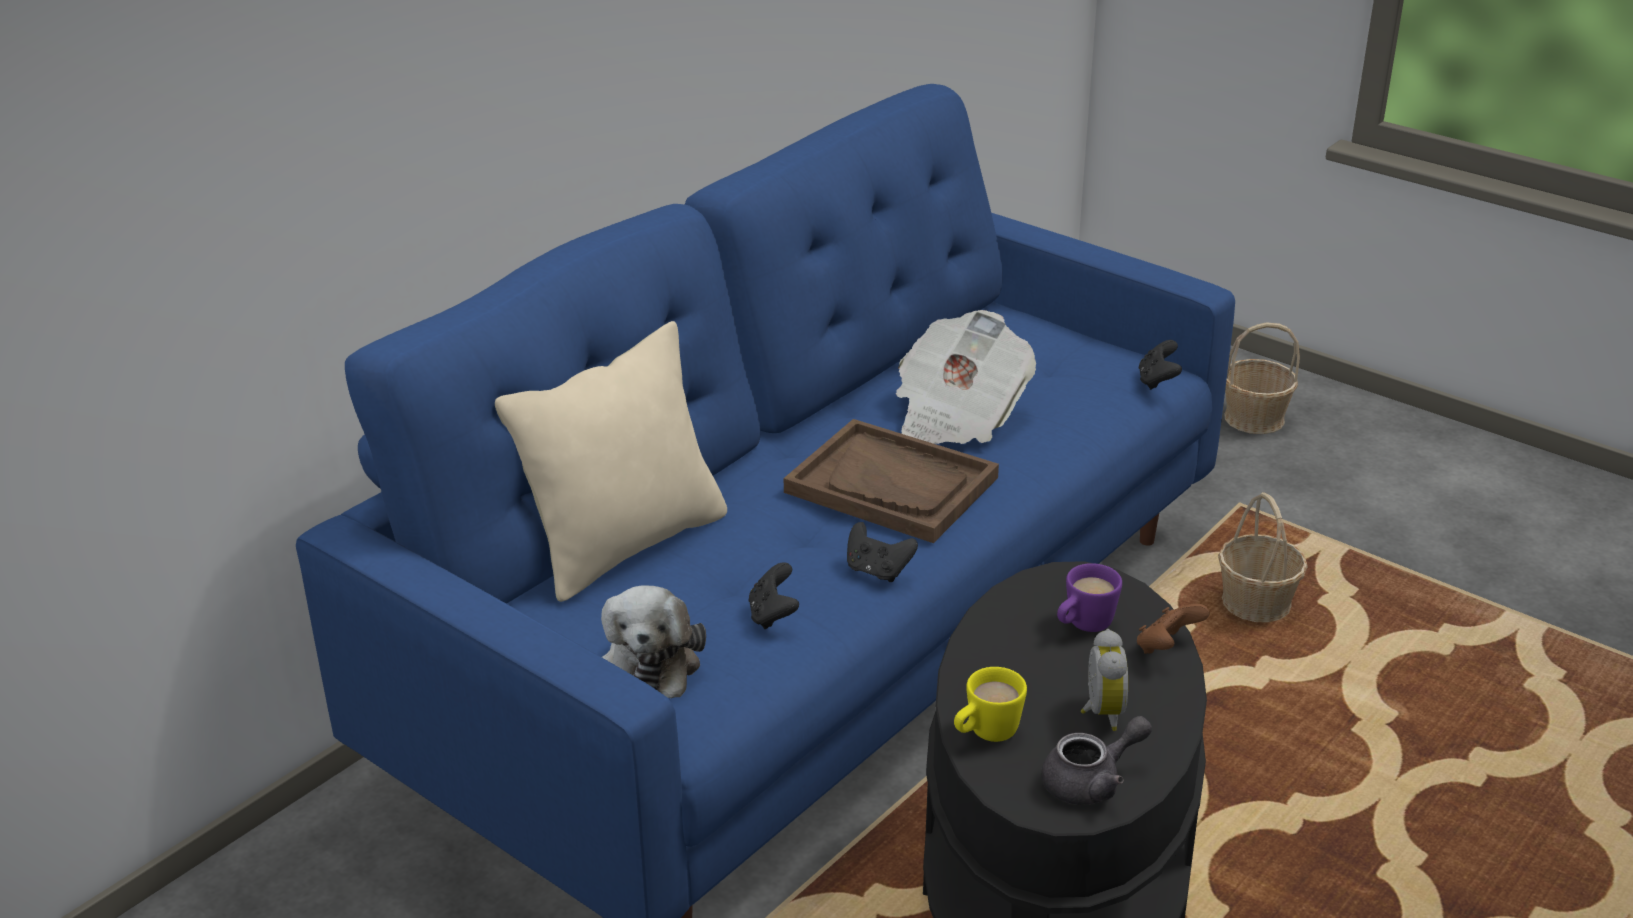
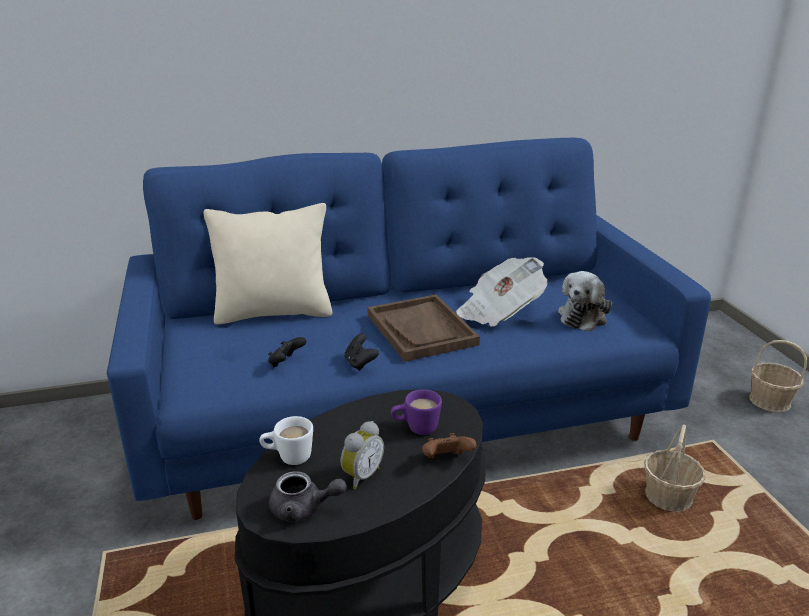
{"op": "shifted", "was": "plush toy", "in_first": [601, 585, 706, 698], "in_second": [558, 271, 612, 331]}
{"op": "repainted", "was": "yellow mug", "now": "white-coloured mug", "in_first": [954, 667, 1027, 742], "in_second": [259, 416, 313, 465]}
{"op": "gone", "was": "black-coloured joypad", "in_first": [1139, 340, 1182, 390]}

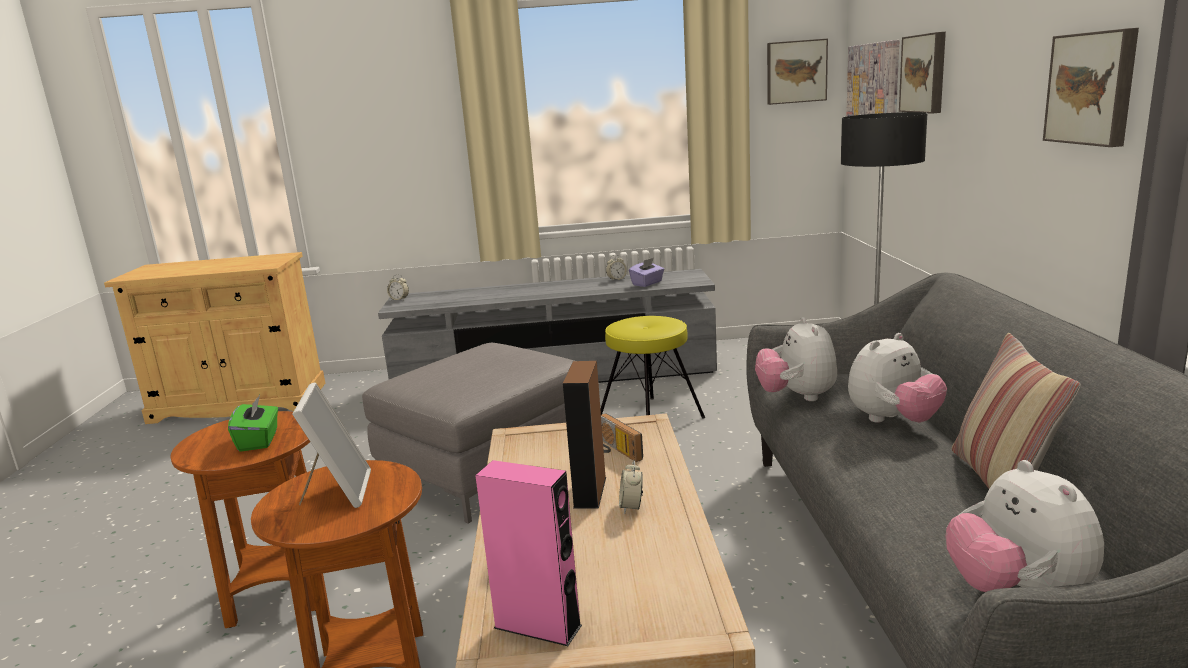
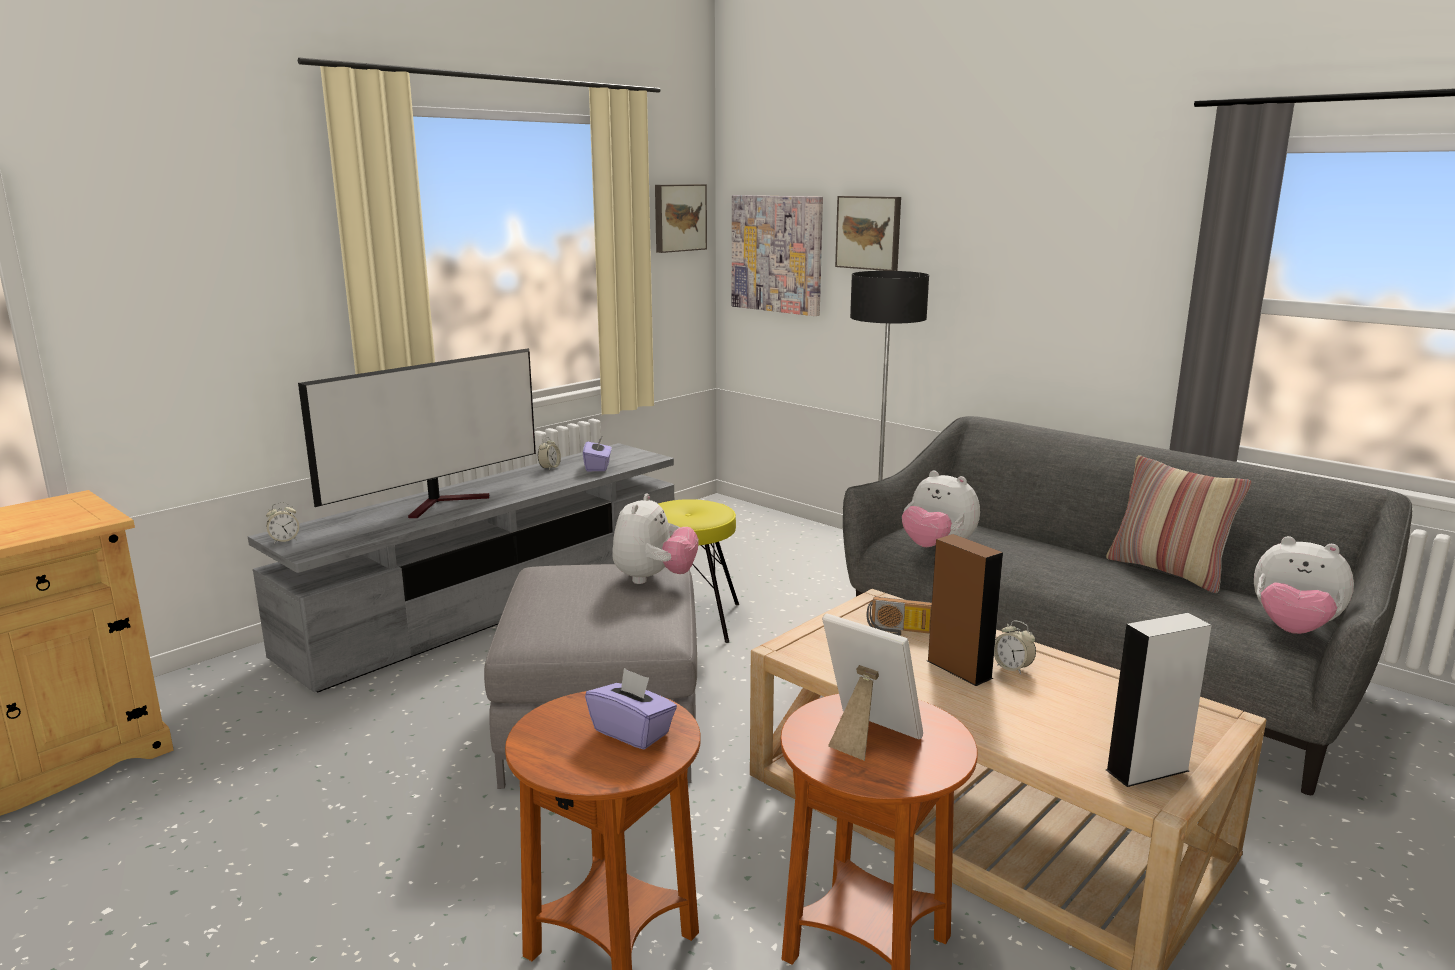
{"op": "repainted", "was": "green tissue holder", "now": "purple-coloured tissue holder", "in_first": [228, 395, 278, 452], "in_second": [585, 668, 677, 750]}
{"op": "repainted", "was": "pink loudspeaker", "now": "gray loudspeaker", "in_first": [475, 460, 582, 646], "in_second": [1106, 613, 1212, 787]}
{"op": "shifted", "was": "plush toy", "in_first": [848, 333, 947, 423], "in_second": [612, 493, 699, 584]}
{"op": "gone", "was": "picture", "in_first": [1043, 28, 1139, 147]}
{"op": "new", "now": "TV", "in_second": [298, 348, 536, 518]}

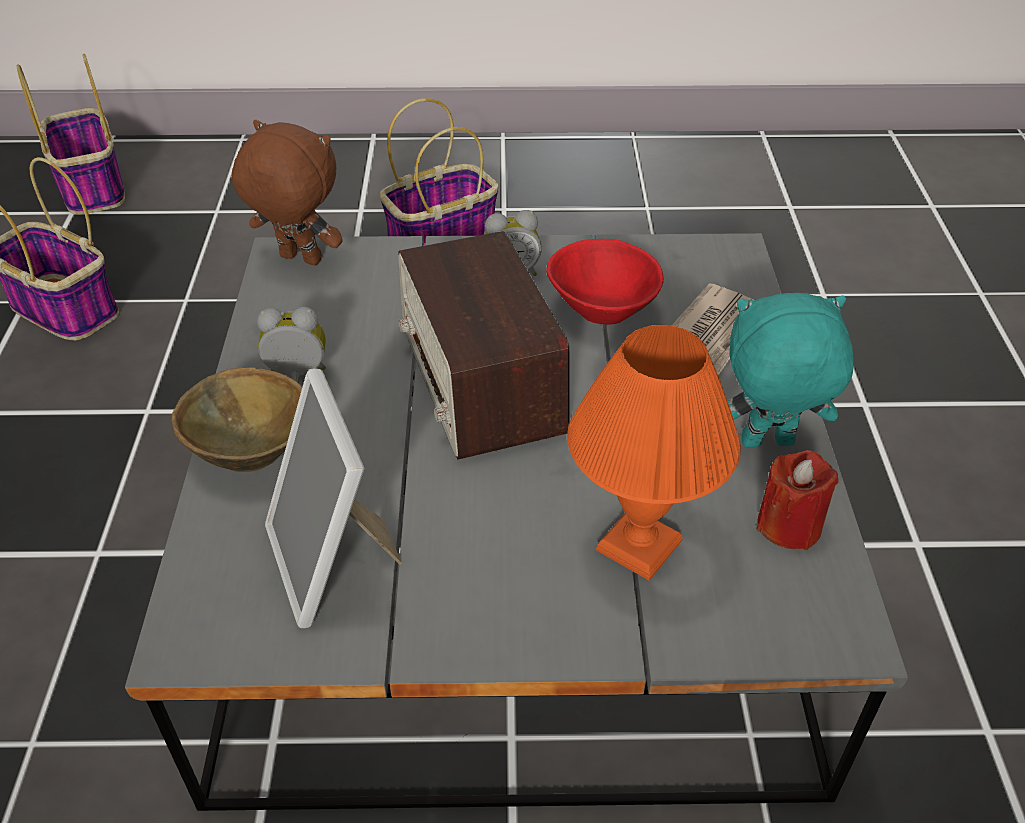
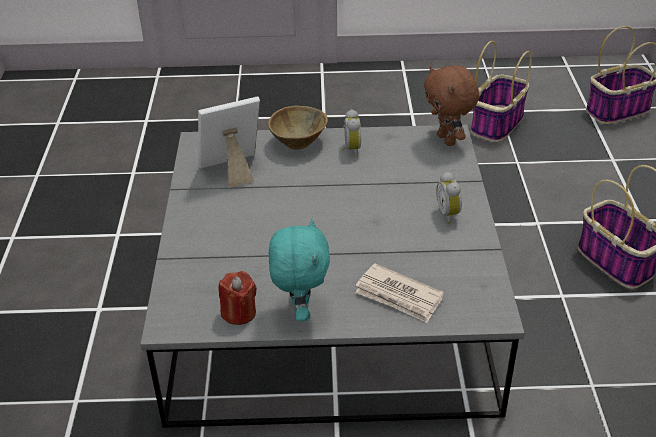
{"op": "rotated", "was": "brown-coloured plush toy", "in_first": [232, 120, 343, 265], "in_second": [424, 65, 479, 146], "clockwise": 135}
{"op": "gone", "was": "radio", "in_first": [398, 231, 570, 460]}
{"op": "gone", "was": "red-coloured bowl", "in_first": [546, 239, 664, 324]}
{"op": "gone", "was": "orangey table lamp", "in_first": [567, 325, 741, 581]}

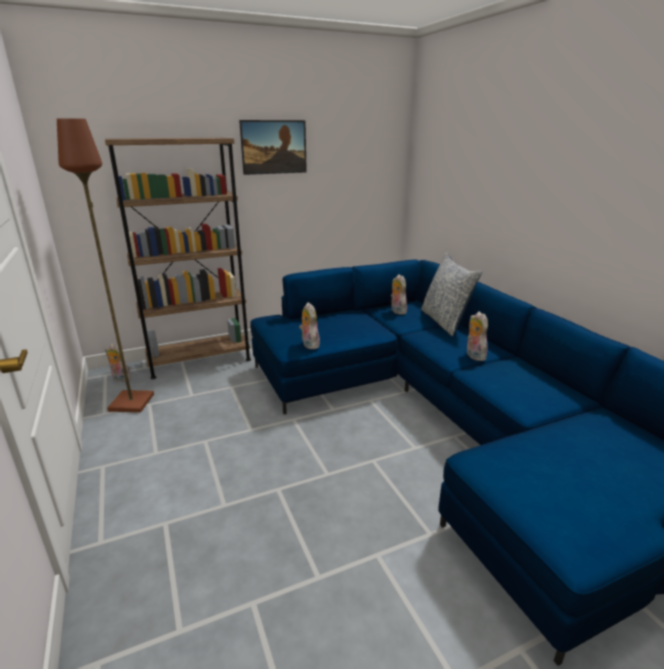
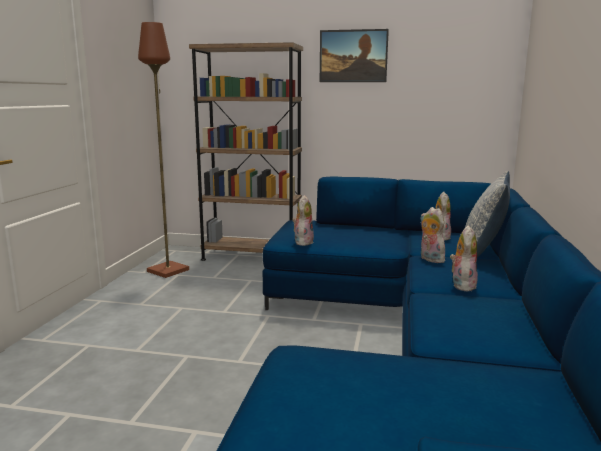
{"op": "shifted", "was": "plush toy", "in_first": [105, 343, 131, 382], "in_second": [421, 207, 445, 263]}

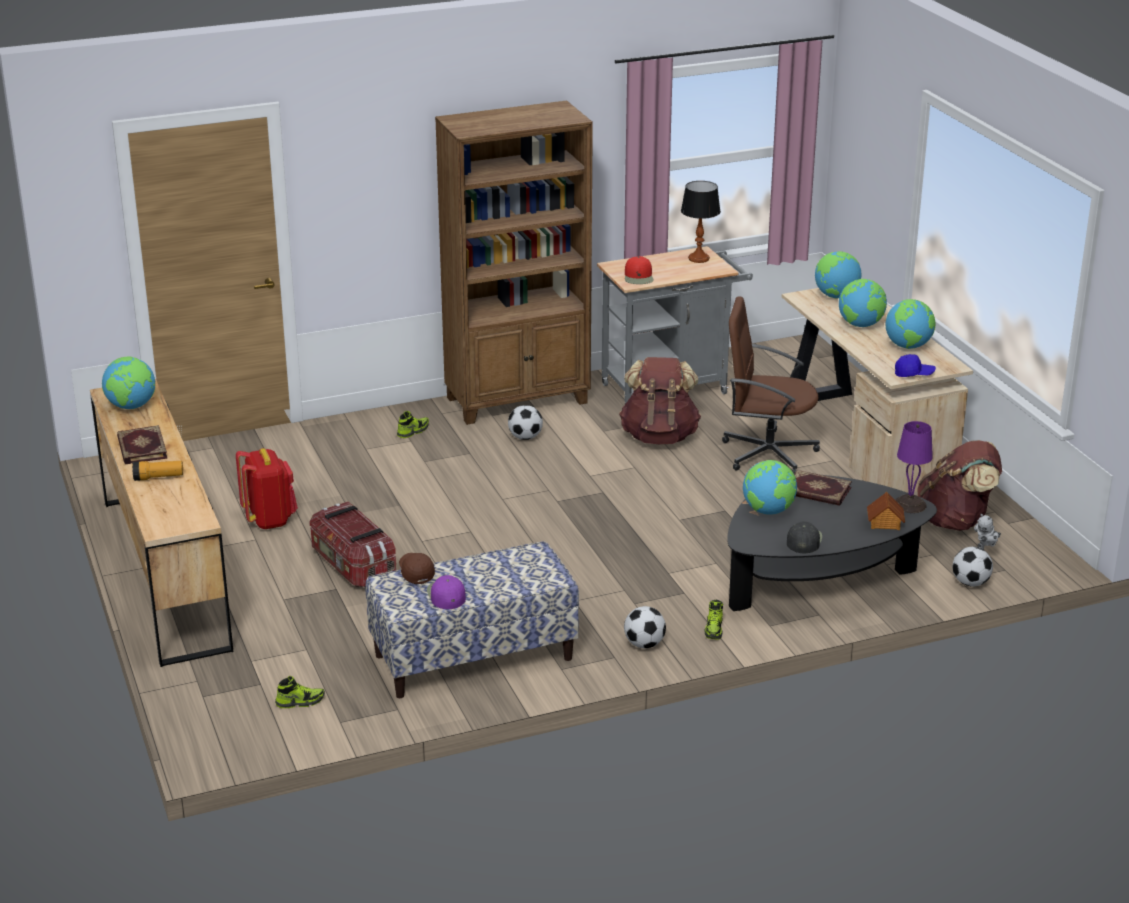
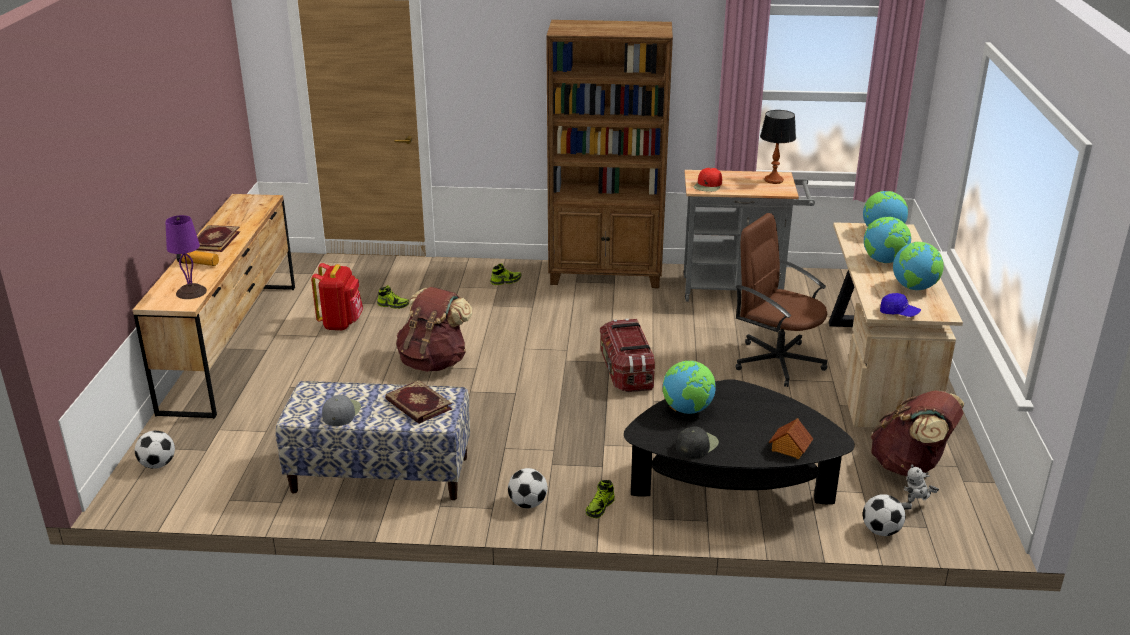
{"op": "gone", "was": "globe", "in_first": [102, 357, 155, 409]}
{"op": "shifted", "was": "shoe", "in_first": [275, 676, 325, 708], "in_second": [377, 285, 409, 309]}
{"op": "shifted", "was": "storage bin", "in_first": [309, 501, 396, 588], "in_second": [600, 319, 655, 392]}
{"op": "gone", "was": "brown-coloured peaked cap", "in_first": [399, 553, 435, 584]}
{"op": "repainted", "was": "purple-coloured peaked cap", "now": "gray peaked cap", "in_first": [427, 575, 466, 609], "in_second": [322, 395, 361, 426]}
{"op": "shifted", "was": "ball for football", "in_first": [508, 405, 543, 440], "in_second": [135, 431, 175, 469]}
{"op": "shifted", "was": "brown-coloured backpack", "in_first": [619, 357, 701, 444], "in_second": [396, 287, 472, 372]}
{"op": "shifted", "was": "volume", "in_first": [794, 470, 852, 506], "in_second": [385, 380, 452, 424]}
{"op": "shifted", "was": "purple-coloured table lamp", "in_first": [895, 421, 933, 513], "in_second": [165, 215, 207, 299]}

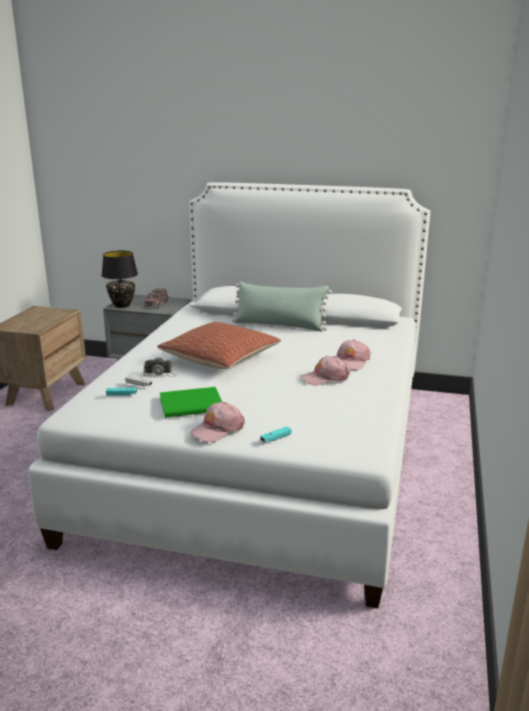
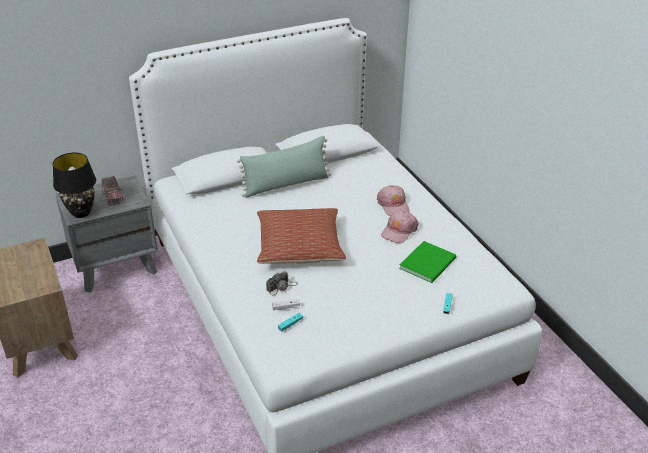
{"op": "shifted", "was": "green volume", "in_first": [160, 387, 222, 418], "in_second": [399, 241, 456, 283]}
{"op": "gone", "was": "pink peaked cap", "in_first": [189, 402, 245, 443]}

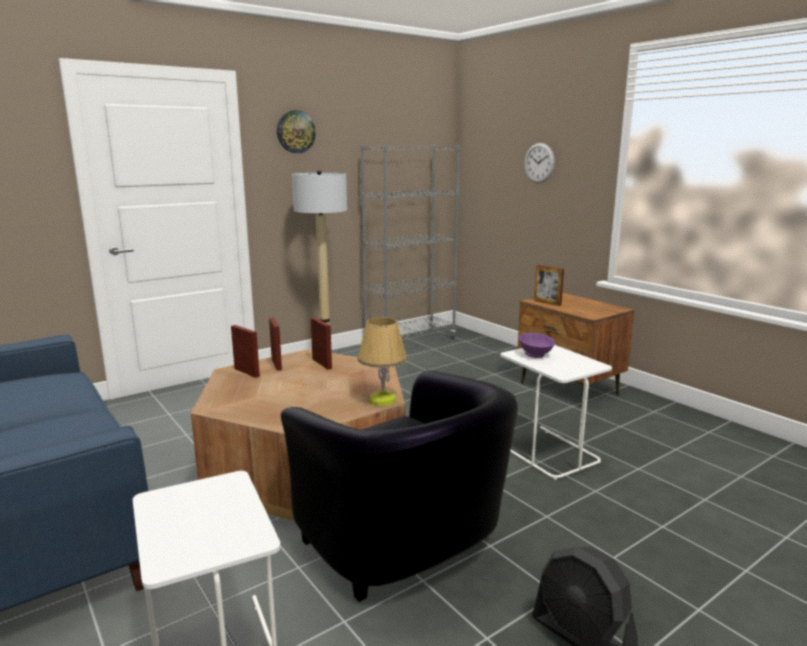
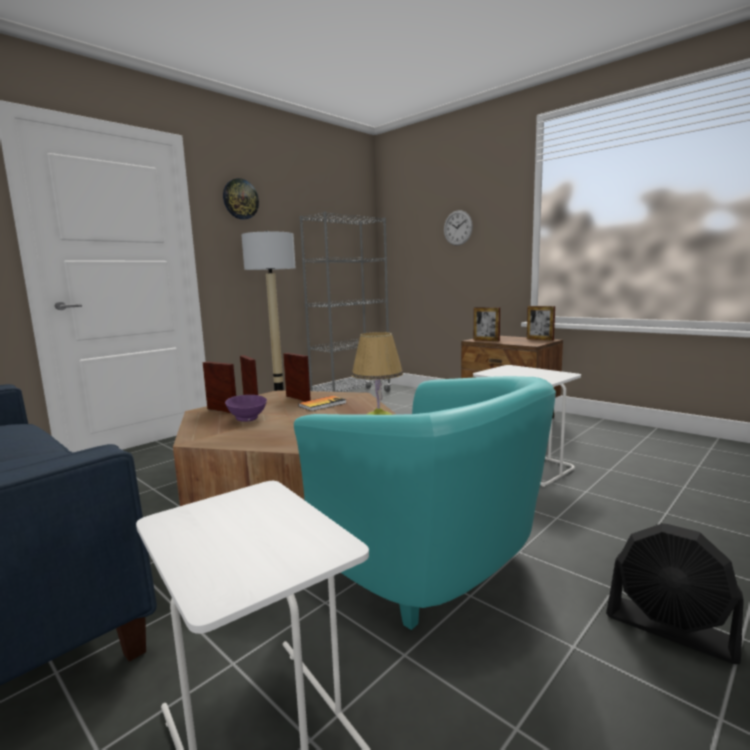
{"op": "repainted", "was": "black-coloured armchair", "now": "turquoise-coloured armchair", "in_first": [281, 370, 518, 602], "in_second": [294, 376, 556, 630]}
{"op": "shifted", "was": "purple-coloured bowl", "in_first": [519, 333, 555, 358], "in_second": [225, 395, 267, 422]}
{"op": "new", "now": "volume", "in_second": [298, 396, 346, 411]}
{"op": "new", "now": "photo frame", "in_second": [527, 306, 555, 341]}

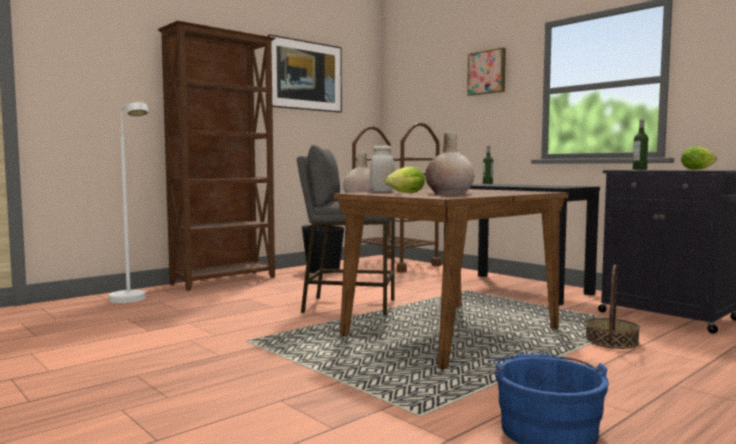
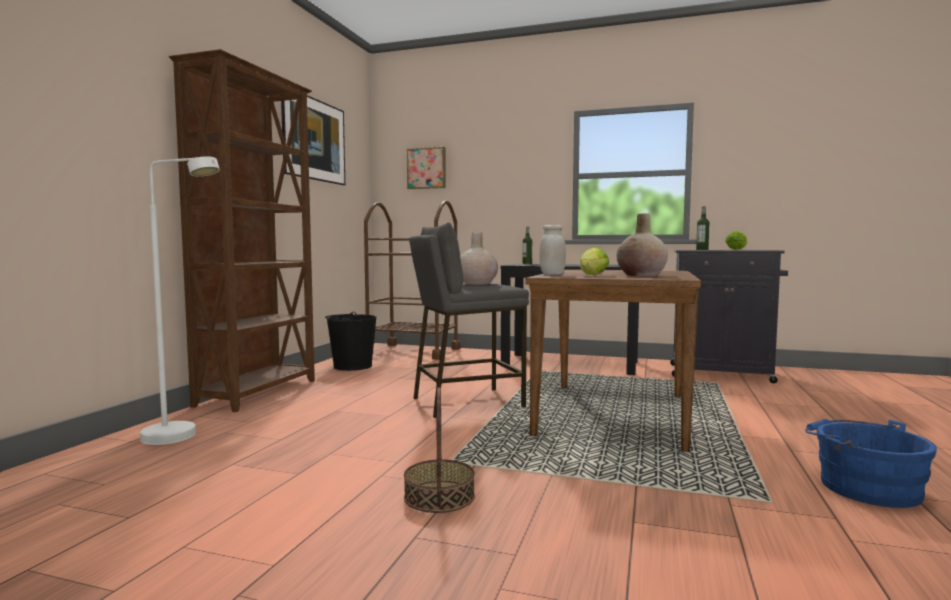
{"op": "shifted", "was": "picture", "in_first": [467, 47, 506, 96], "in_second": [407, 147, 446, 189]}
{"op": "shifted", "was": "storage basket", "in_first": [586, 265, 640, 349], "in_second": [404, 387, 475, 513]}

